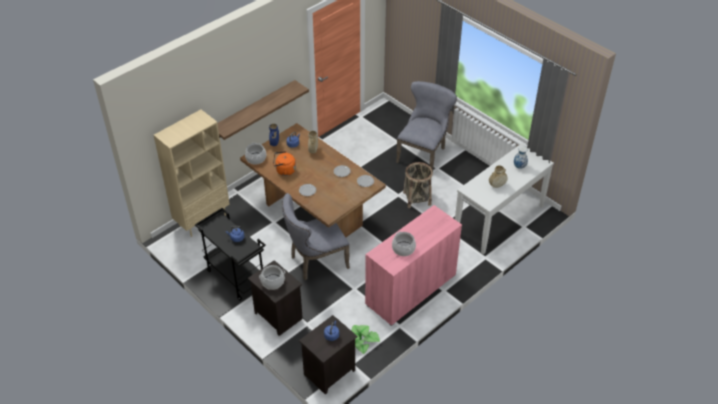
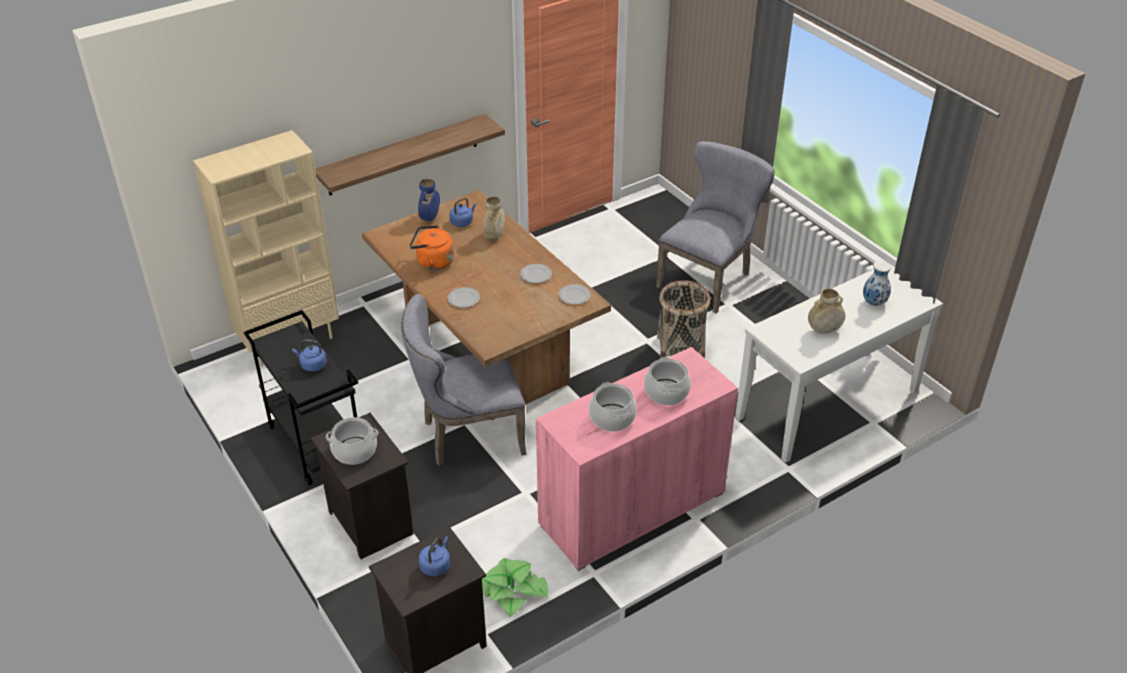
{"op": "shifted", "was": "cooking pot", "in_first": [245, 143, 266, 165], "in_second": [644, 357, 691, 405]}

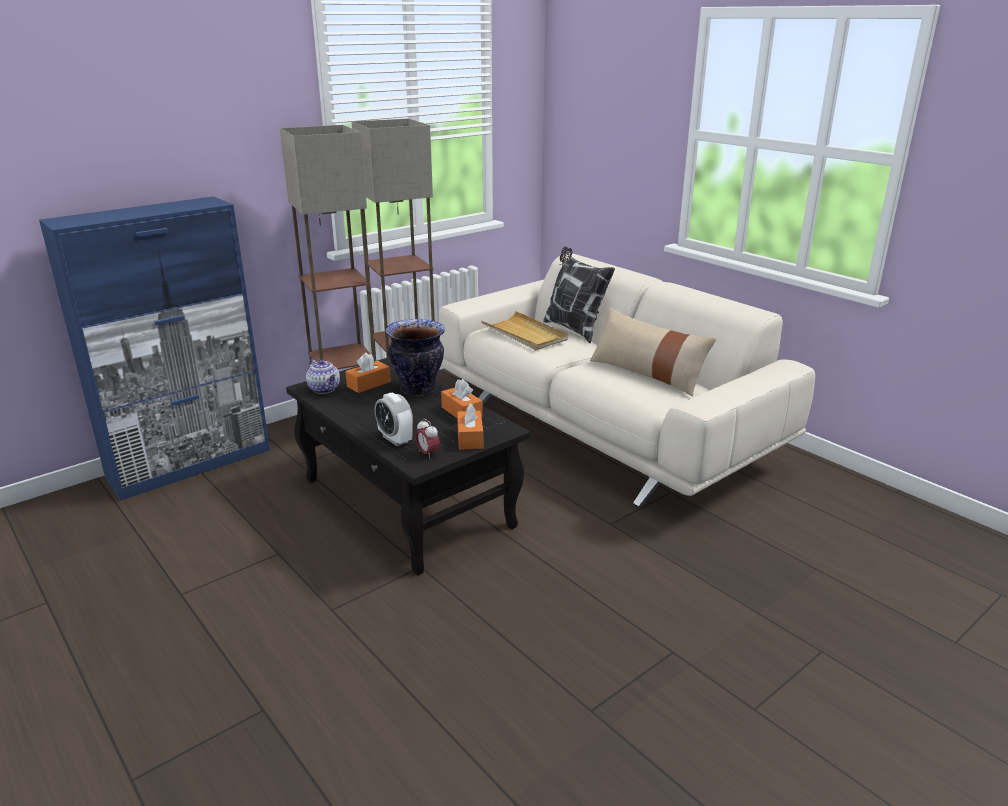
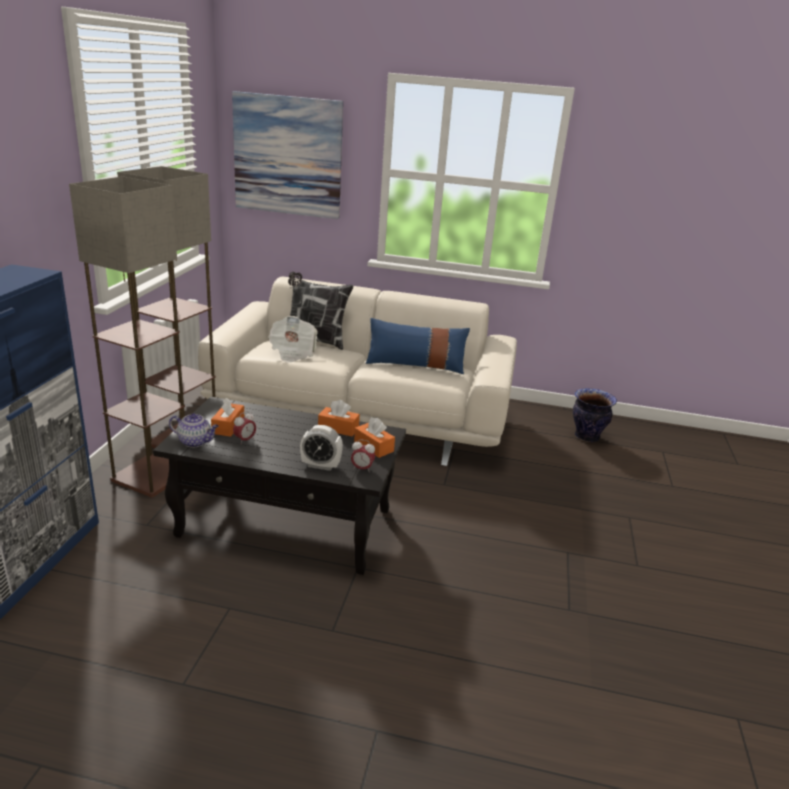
{"op": "shifted", "was": "vase", "in_first": [385, 319, 445, 396], "in_second": [573, 389, 617, 442]}
{"op": "swapped", "was": "beige carrying tray", "now": "printed paper", "in_first": [481, 311, 568, 350], "in_second": [268, 316, 318, 363]}
{"op": "repainted", "was": "beige cushion", "now": "blue-coloured cushion", "in_first": [590, 308, 716, 396], "in_second": [366, 318, 470, 374]}
{"op": "new", "now": "picture", "in_second": [232, 91, 343, 219]}
{"op": "new", "now": "table clock", "in_second": [233, 411, 256, 443]}

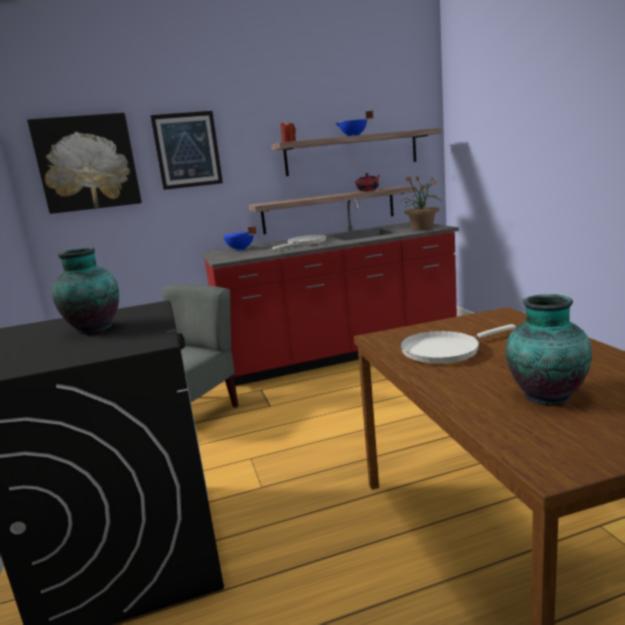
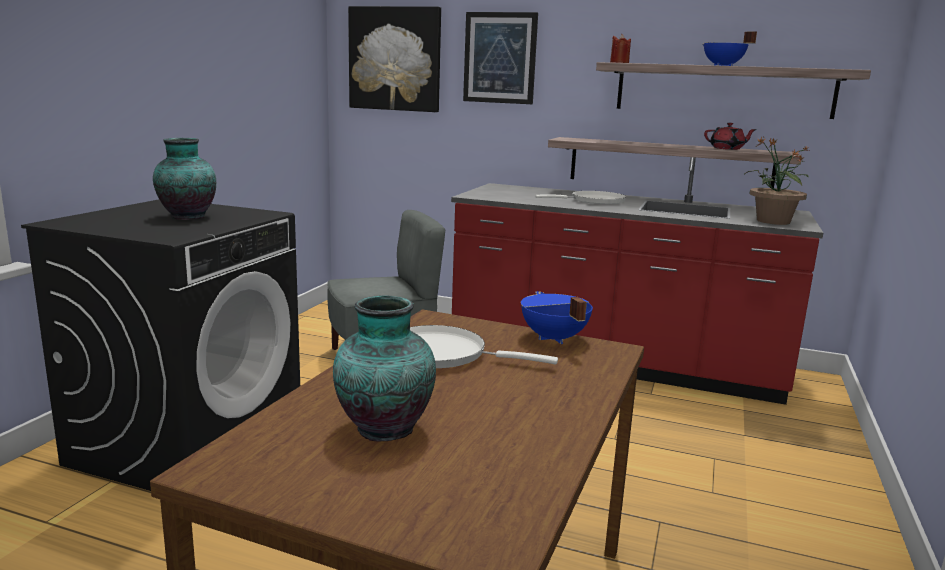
{"op": "shifted", "was": "blue-coloured cooking pot", "in_first": [223, 226, 256, 251], "in_second": [521, 291, 593, 344]}

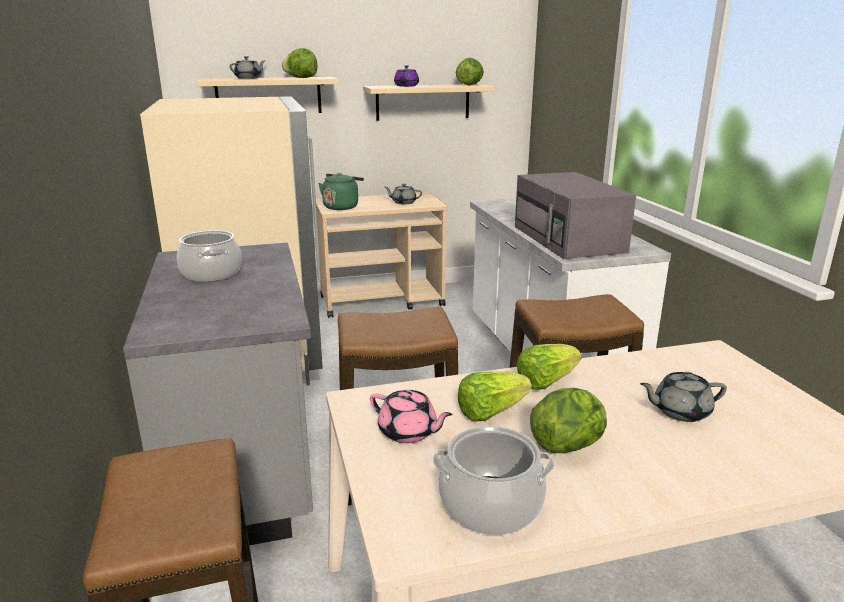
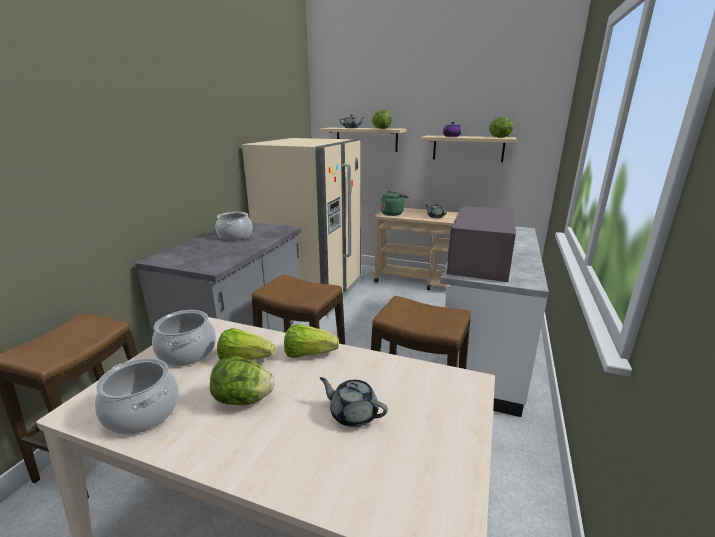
{"op": "swapped", "was": "pink pot for tea", "now": "cooking pot", "in_first": [370, 390, 453, 443], "in_second": [152, 310, 216, 366]}

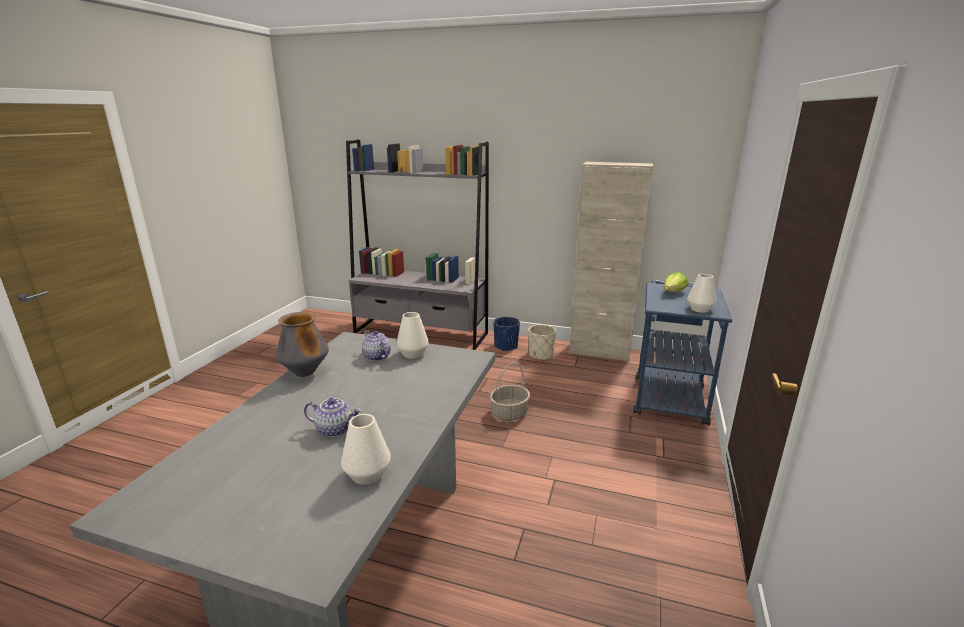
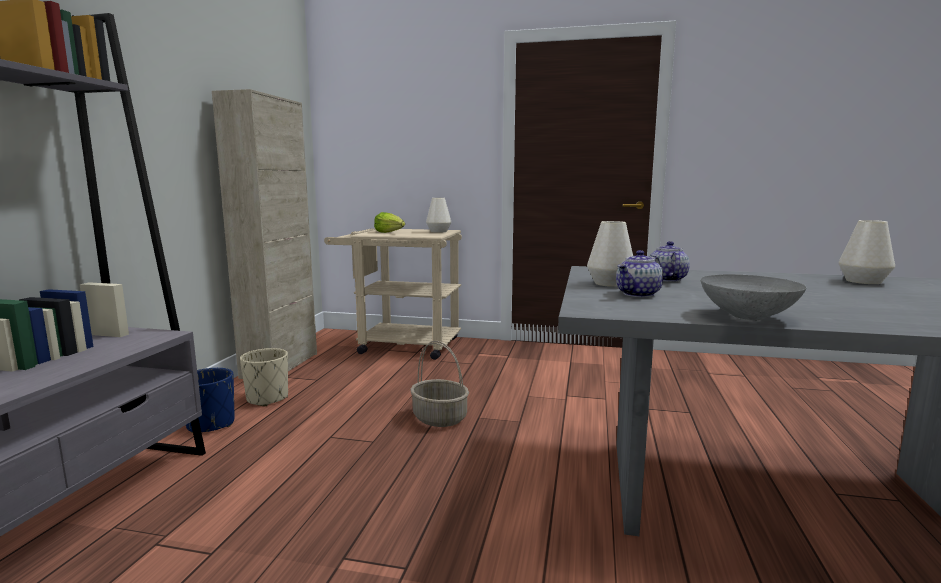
{"op": "swapped", "was": "vase", "now": "gray bowl", "in_first": [275, 312, 329, 377], "in_second": [700, 274, 806, 321]}
{"op": "shifted", "was": "pot for tea", "in_first": [304, 398, 362, 437], "in_second": [650, 241, 690, 282]}
{"op": "repainted", "was": "blue-coloured trolley", "now": "beige trolley", "in_first": [633, 278, 732, 426], "in_second": [324, 229, 462, 360]}

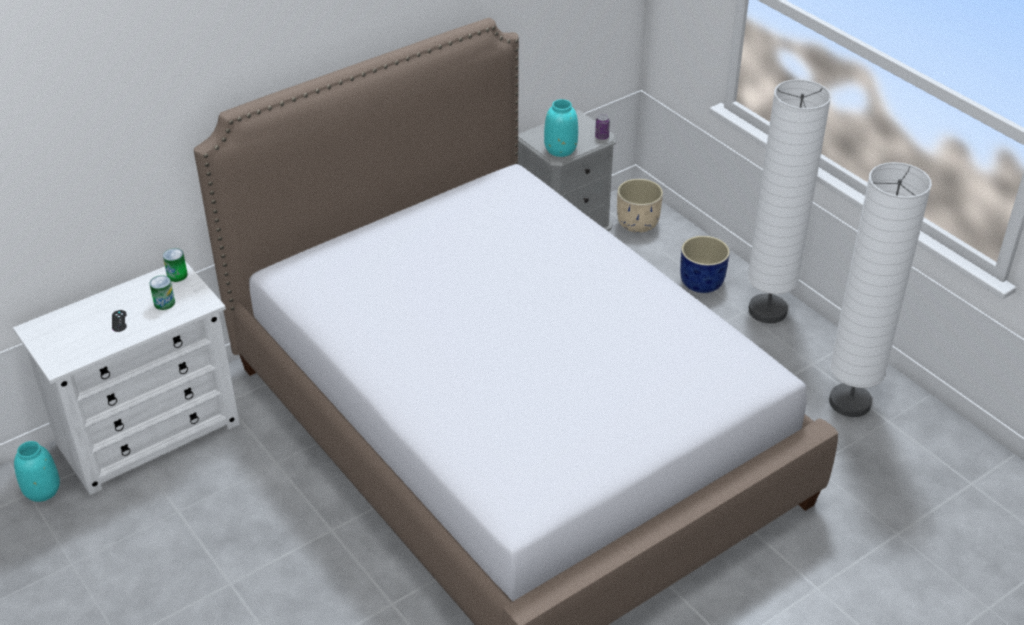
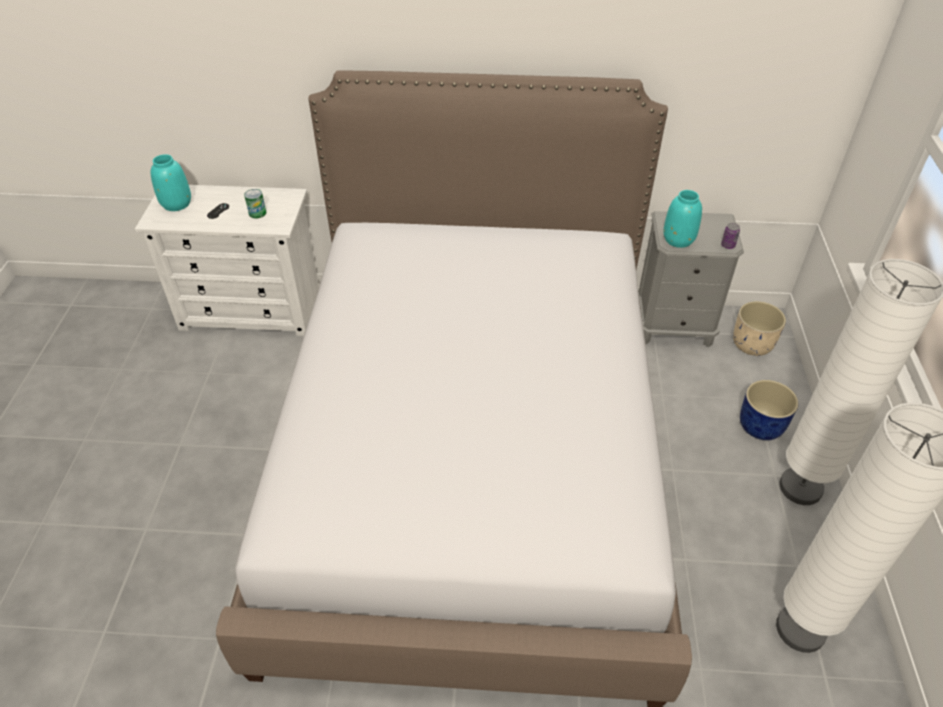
{"op": "shifted", "was": "turquoise-coloured vase", "in_first": [14, 441, 60, 502], "in_second": [151, 154, 191, 211]}
{"op": "gone", "was": "metal can", "in_first": [163, 248, 188, 282]}

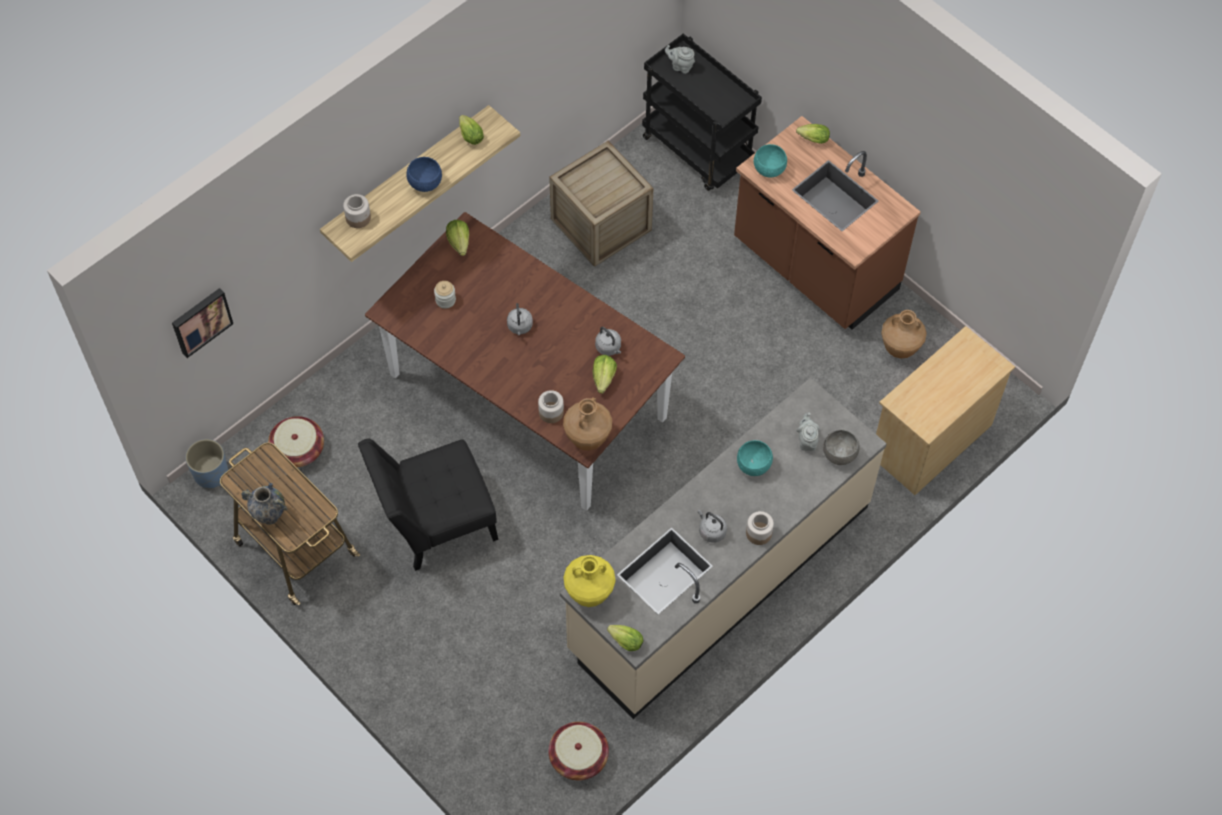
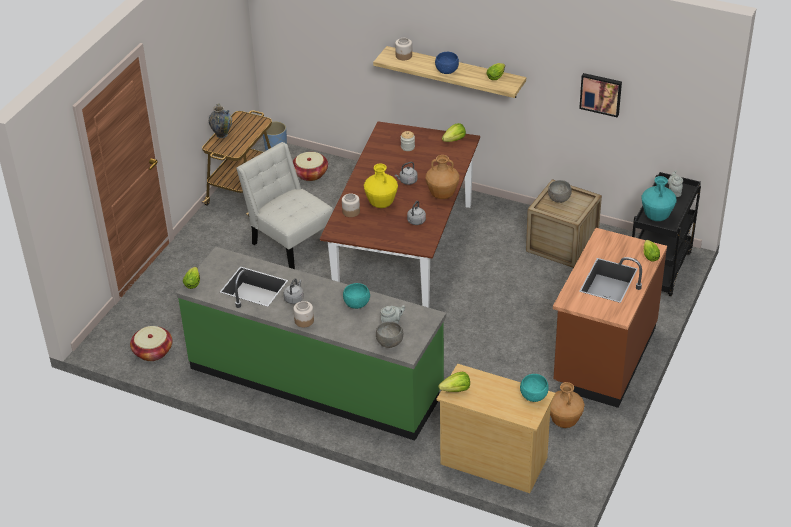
{"op": "shifted", "was": "picture", "in_first": [172, 288, 233, 358], "in_second": [579, 73, 622, 117]}
{"op": "repainted", "was": "black-coloured upright chair", "now": "white-coloured upright chair", "in_first": [358, 438, 498, 571], "in_second": [236, 142, 333, 269]}
{"op": "repainted", "was": "beige counter", "now": "green counter", "in_first": [560, 377, 887, 719], "in_second": [176, 247, 446, 441]}
{"op": "shifted", "was": "brown-coloured vase", "in_first": [563, 397, 612, 451], "in_second": [426, 155, 459, 199]}
{"op": "shifted", "was": "yellow vase", "in_first": [564, 555, 616, 607], "in_second": [364, 163, 398, 208]}
{"op": "shifted", "was": "head of lettuce", "in_first": [593, 355, 617, 394], "in_second": [438, 372, 470, 392]}
{"op": "shifted", "was": "turquoise-coloured bowl", "in_first": [754, 144, 787, 178], "in_second": [520, 374, 549, 402]}
{"op": "new", "now": "gray bowl", "in_second": [548, 180, 572, 203]}
{"op": "new", "now": "turquoise-coloured vase", "in_second": [641, 176, 677, 221]}

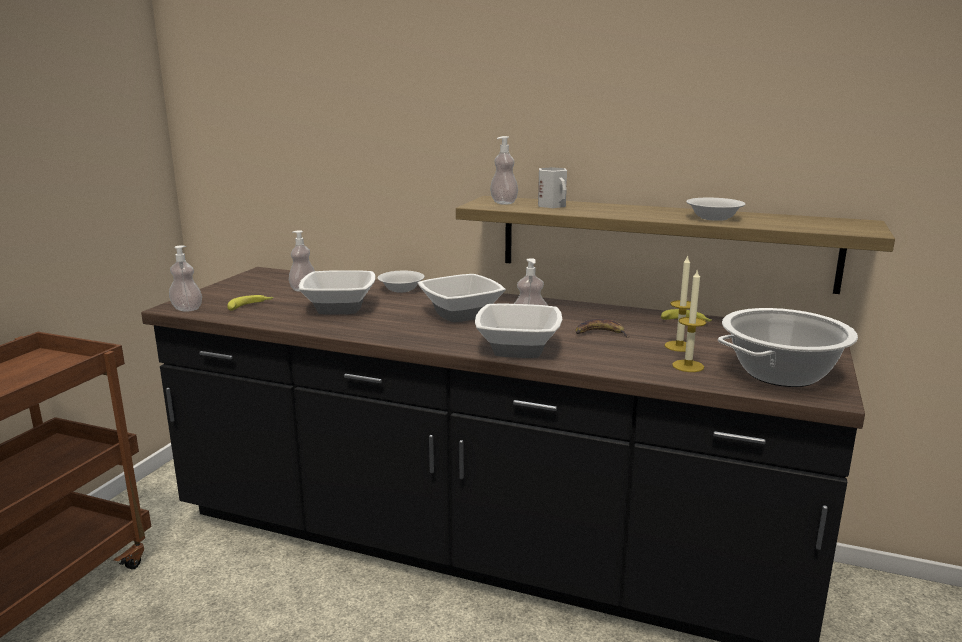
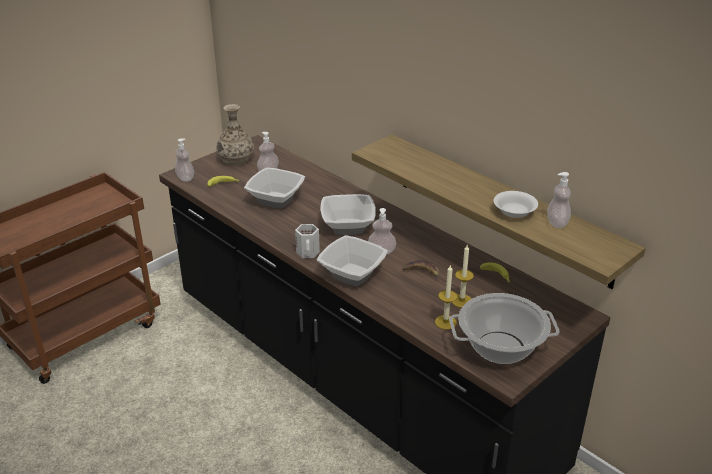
{"op": "gone", "was": "white-coloured bowl", "in_first": [378, 271, 425, 293]}
{"op": "shifted", "was": "soap bottle", "in_first": [490, 136, 518, 205], "in_second": [547, 172, 571, 228]}
{"op": "shifted", "was": "white-coloured mug", "in_first": [538, 167, 567, 208], "in_second": [295, 224, 320, 258]}
{"op": "new", "now": "vase", "in_second": [216, 104, 254, 166]}

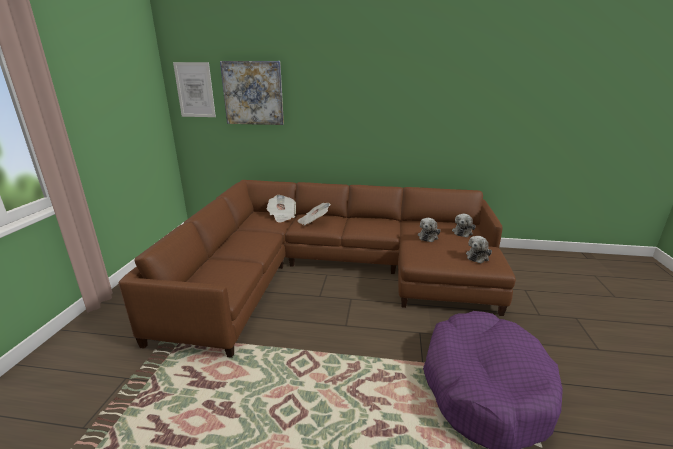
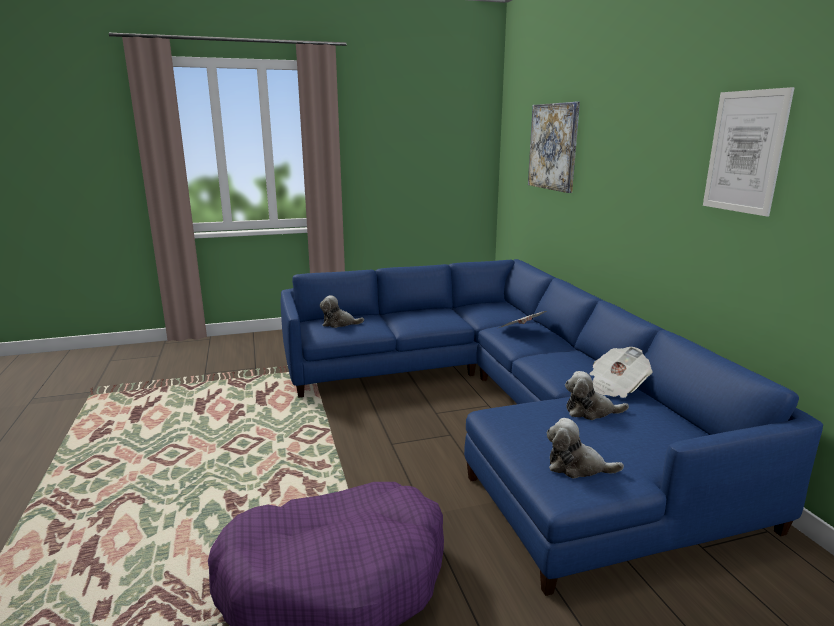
{"op": "repainted", "was": "brown-coloured sofa", "now": "blue-coloured sofa", "in_first": [119, 180, 516, 358], "in_second": [281, 259, 823, 596]}
{"op": "shifted", "was": "picture", "in_first": [173, 62, 216, 117], "in_second": [703, 87, 795, 217]}
{"op": "shifted", "was": "printed paper", "in_first": [266, 195, 296, 223], "in_second": [589, 347, 653, 398]}
{"op": "shifted", "was": "plush toy", "in_first": [452, 214, 475, 237], "in_second": [320, 295, 364, 328]}

